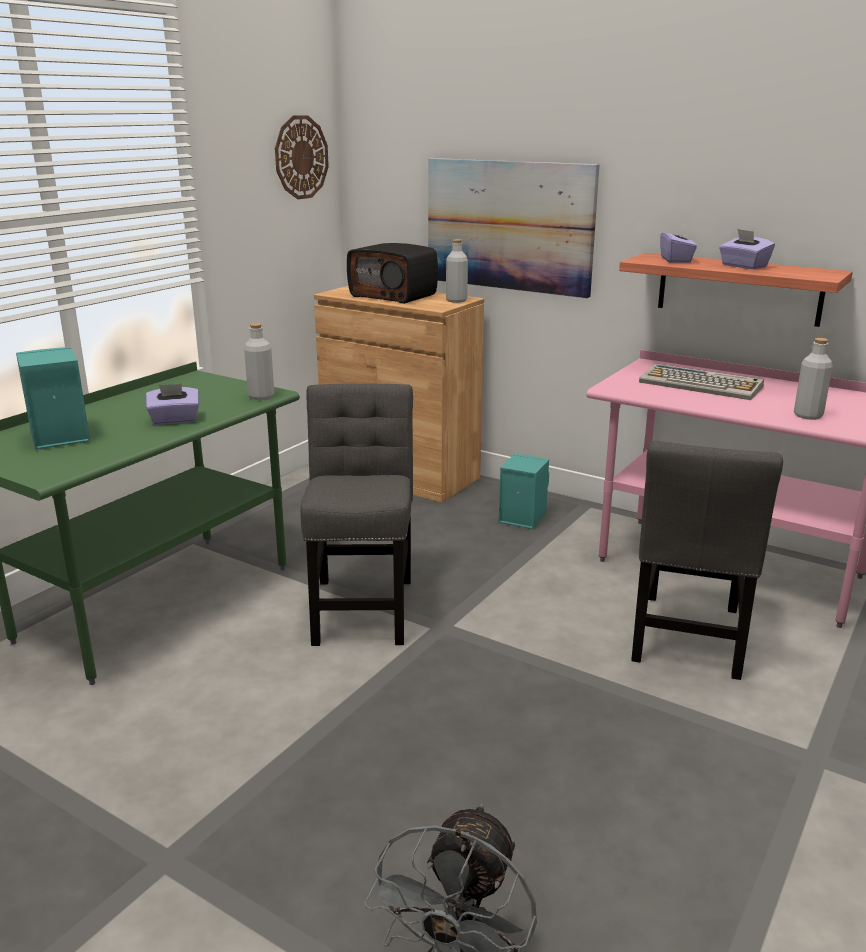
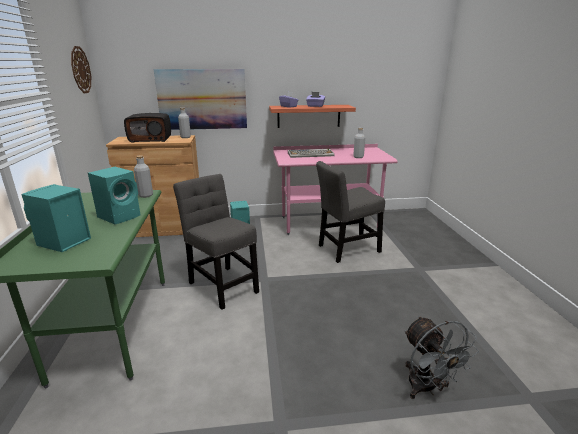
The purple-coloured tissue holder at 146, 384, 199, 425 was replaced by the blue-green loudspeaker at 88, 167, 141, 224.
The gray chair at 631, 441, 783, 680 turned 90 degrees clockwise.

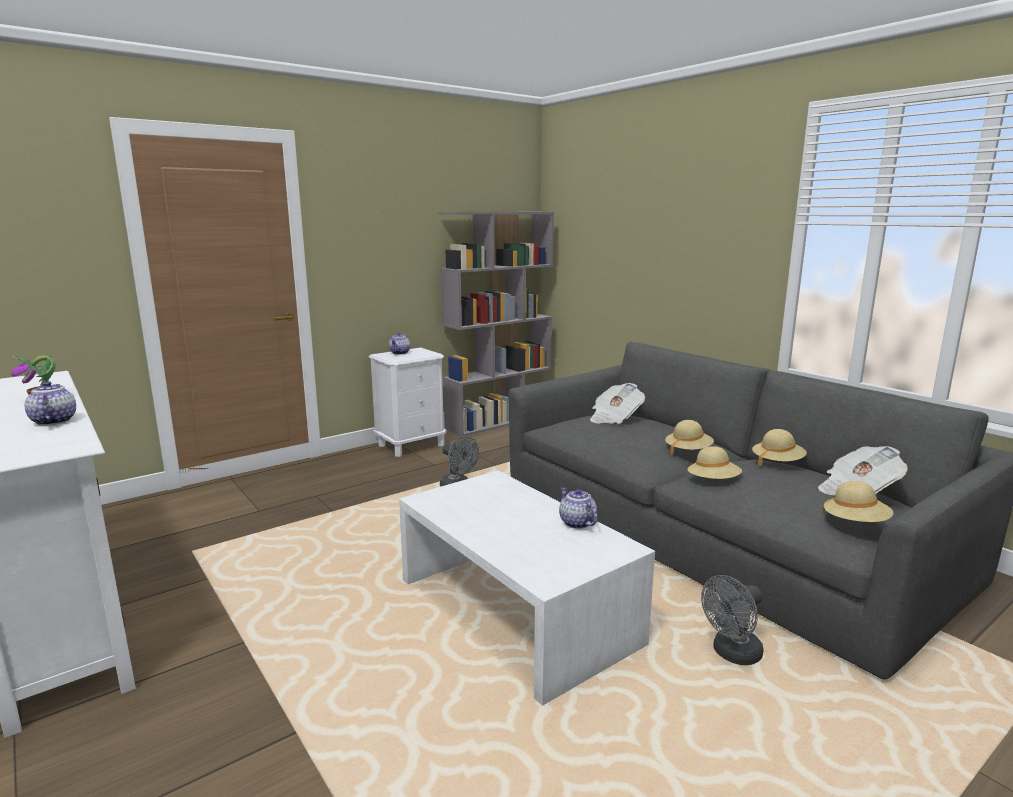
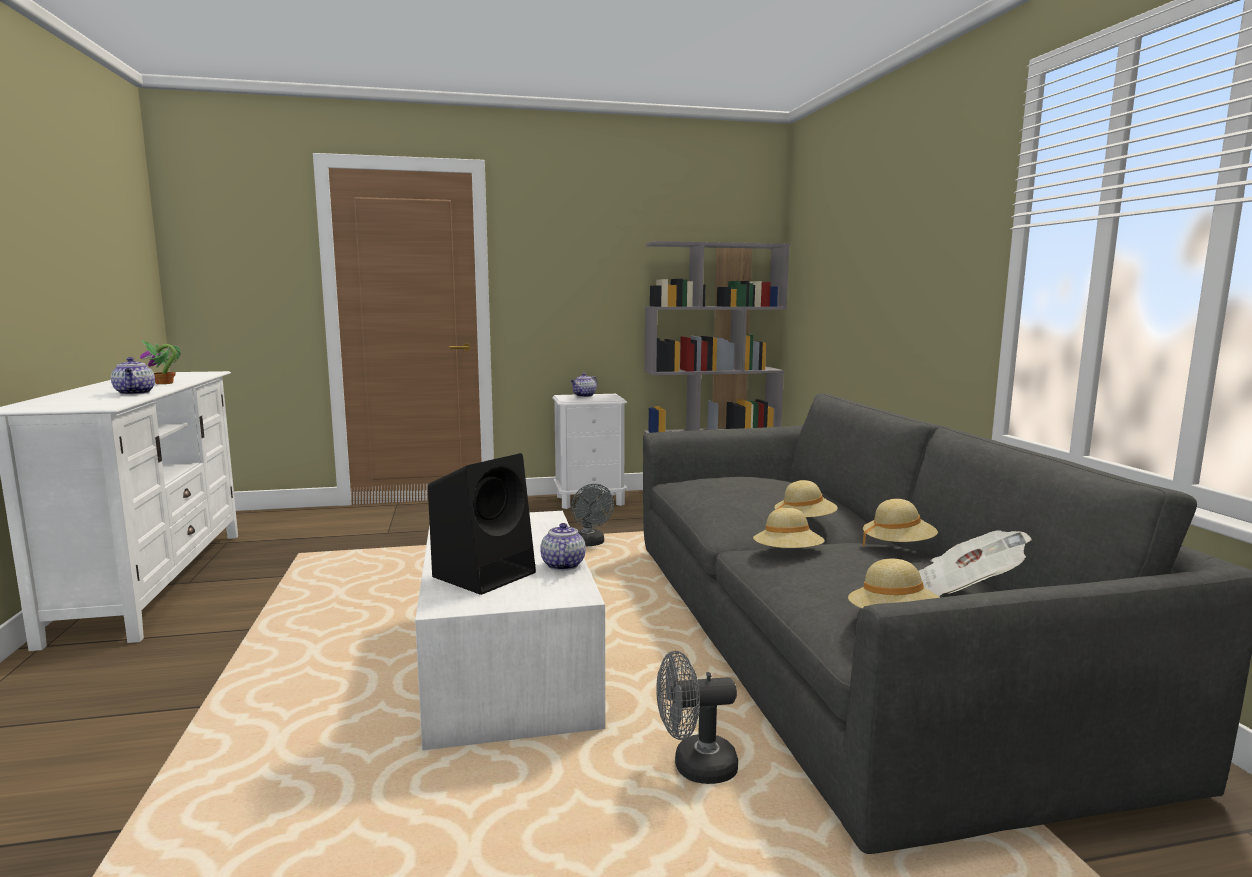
The teapot at 24, 381, 76, 426 turned 150 degrees clockwise.
The blackish loudspeaker at 428, 453, 536, 595 appeared.
The printed paper at 590, 383, 645, 424 disappeared.

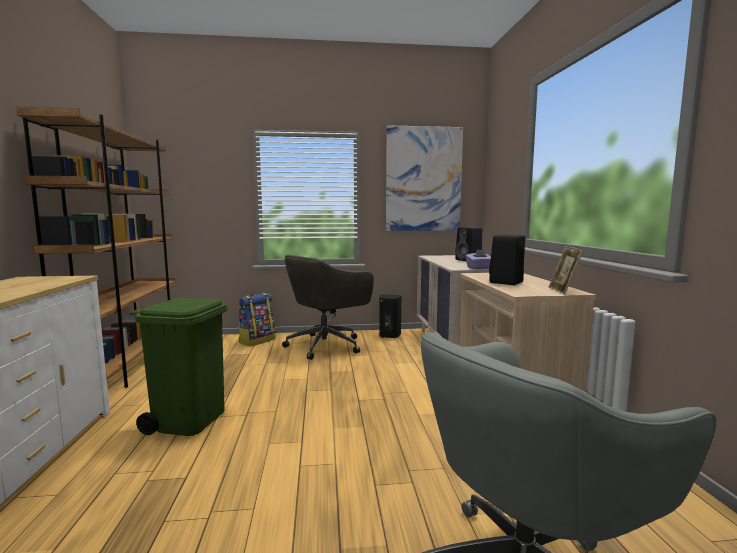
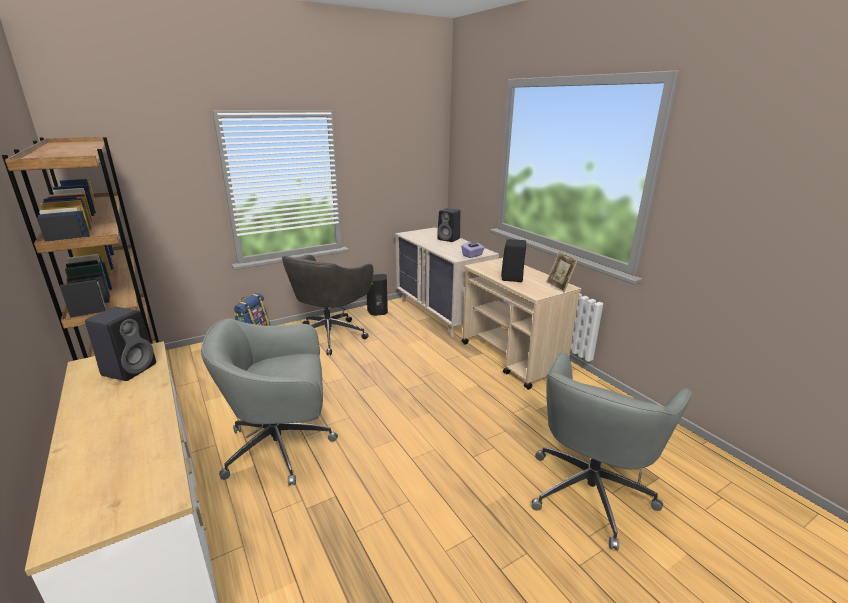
The blackish loudspeaker at 85, 307, 156, 381 appeared.
The green rubbish bin at 135, 298, 227, 436 was replaced by the gray desk chair at 201, 319, 338, 486.
The wall art at 386, 125, 463, 231 disappeared.

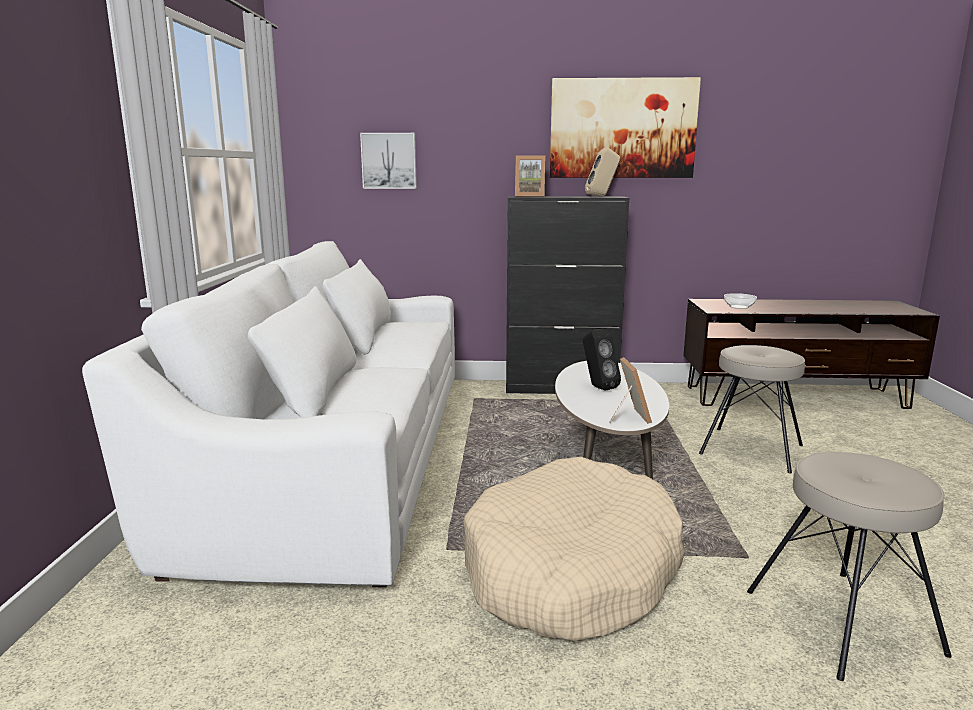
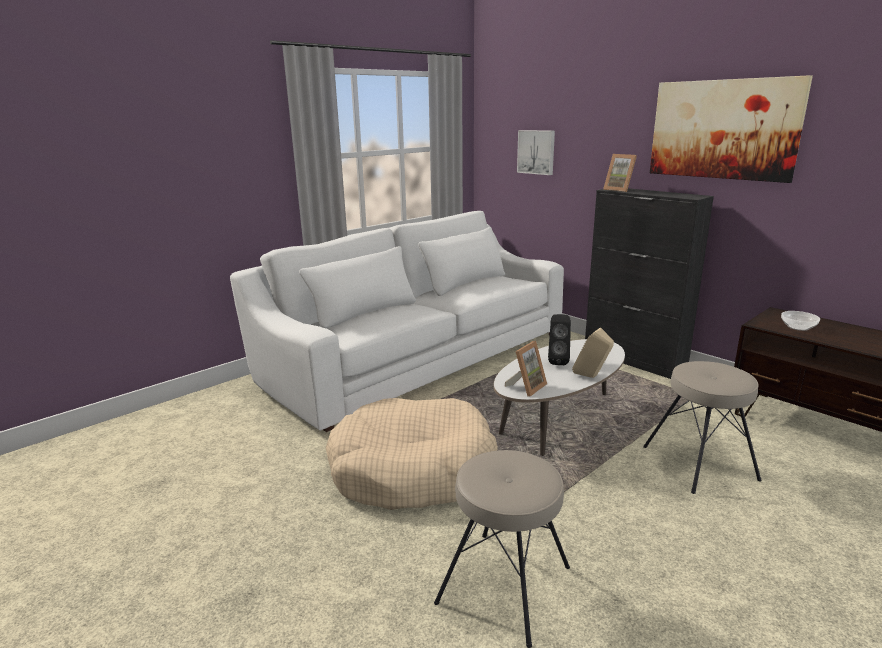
The beige loudspeaker moved from 585, 147, 620, 197 to 572, 328, 614, 378.

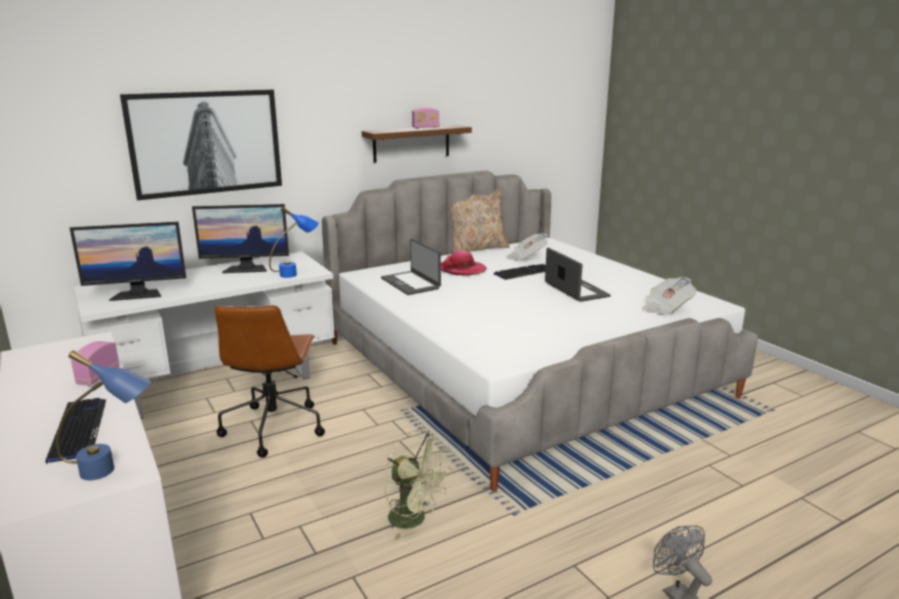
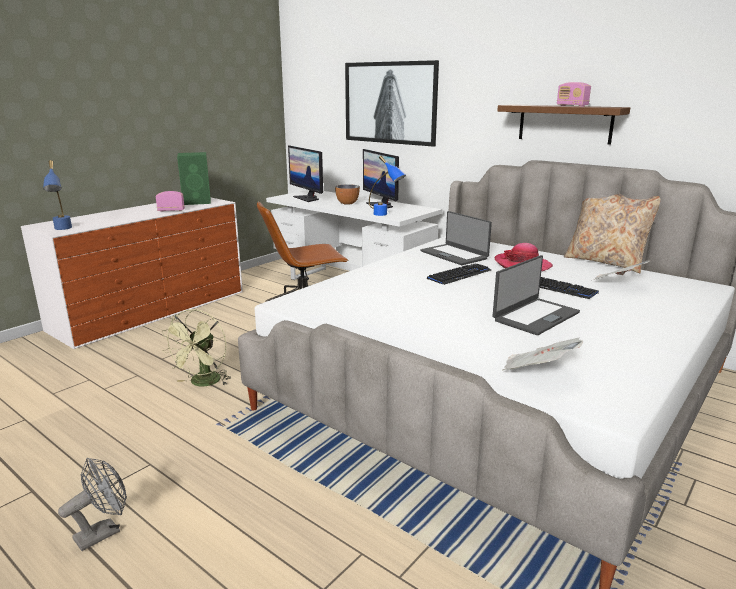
The green loudspeaker at 177, 152, 211, 205 appeared.
The serving bowl at 335, 184, 360, 205 appeared.
The laptop at 381, 239, 441, 295 turned 75 degrees counterclockwise.
The PC keyboard moved from 45, 398, 106, 464 to 427, 263, 491, 285.

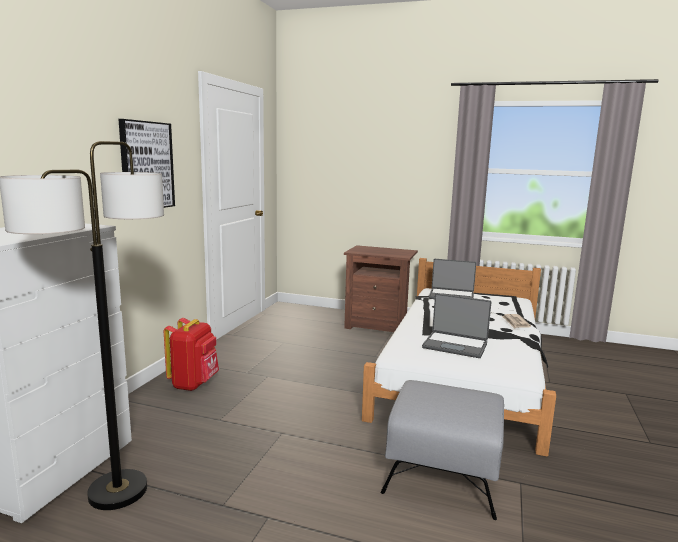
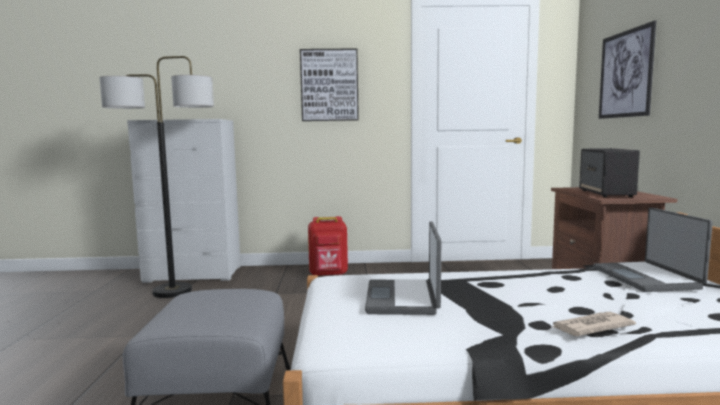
The loudspeaker at 579, 148, 640, 197 appeared.
The wall art at 599, 21, 656, 119 appeared.

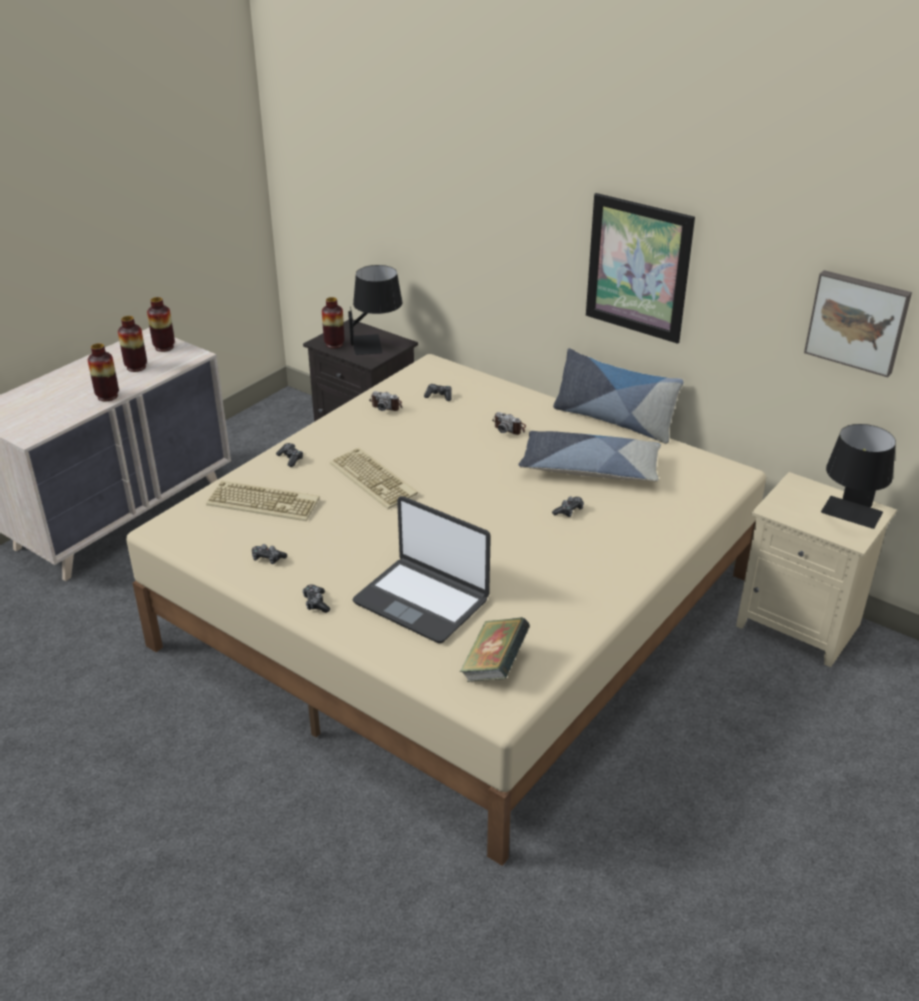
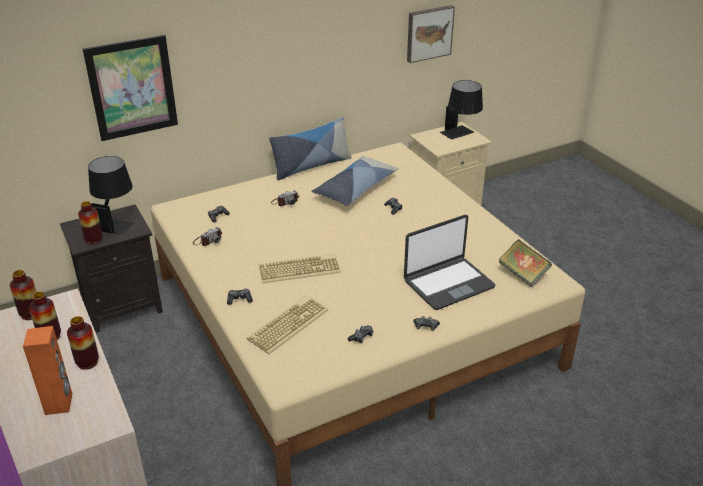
The orangey loudspeaker at 23, 326, 72, 415 appeared.
The wall art moved from 586, 193, 695, 344 to 83, 35, 178, 141.

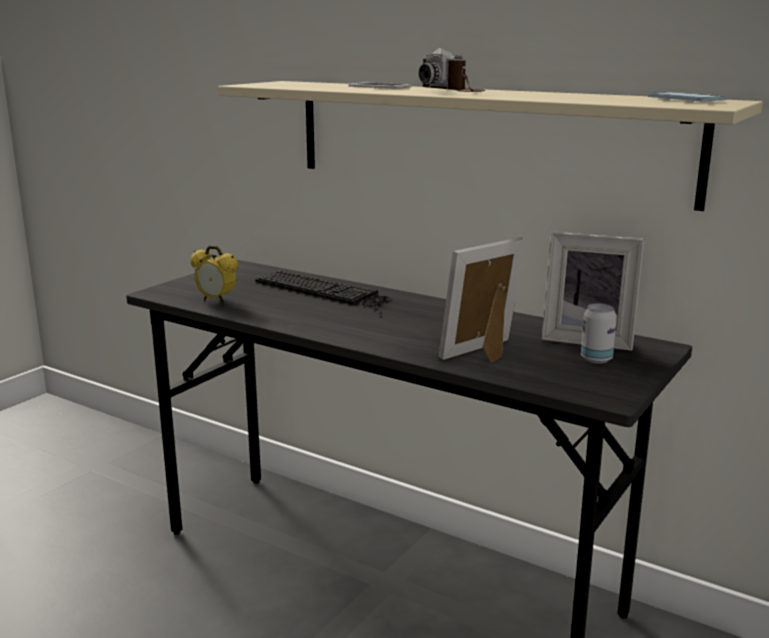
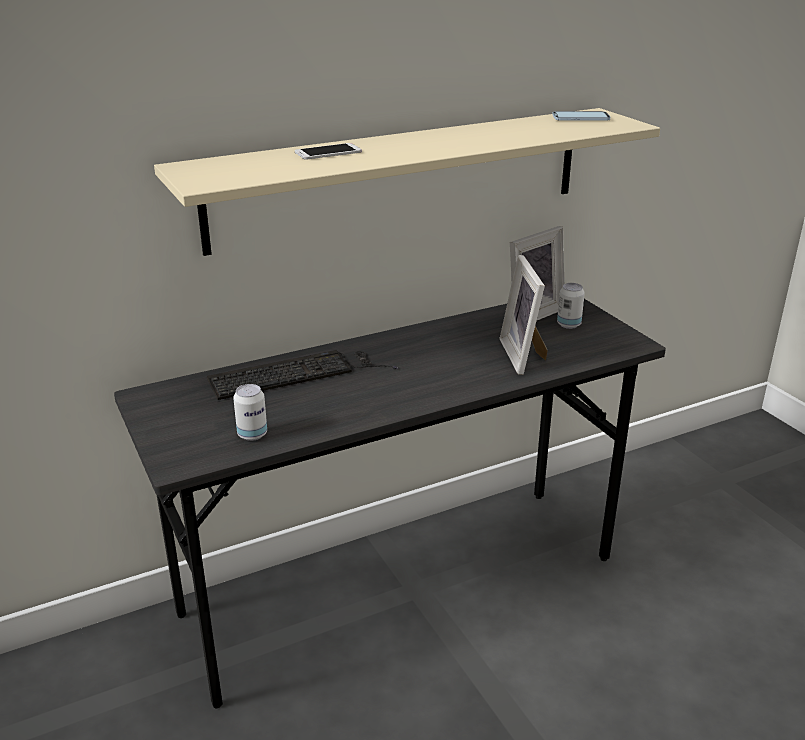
The bedside clock at 190, 246, 238, 303 was replaced by the sealed can at 233, 384, 267, 441.
The photo camera at 419, 48, 485, 92 disappeared.

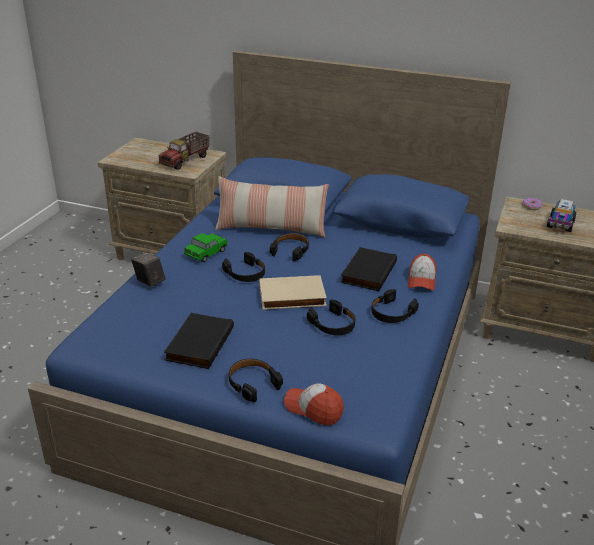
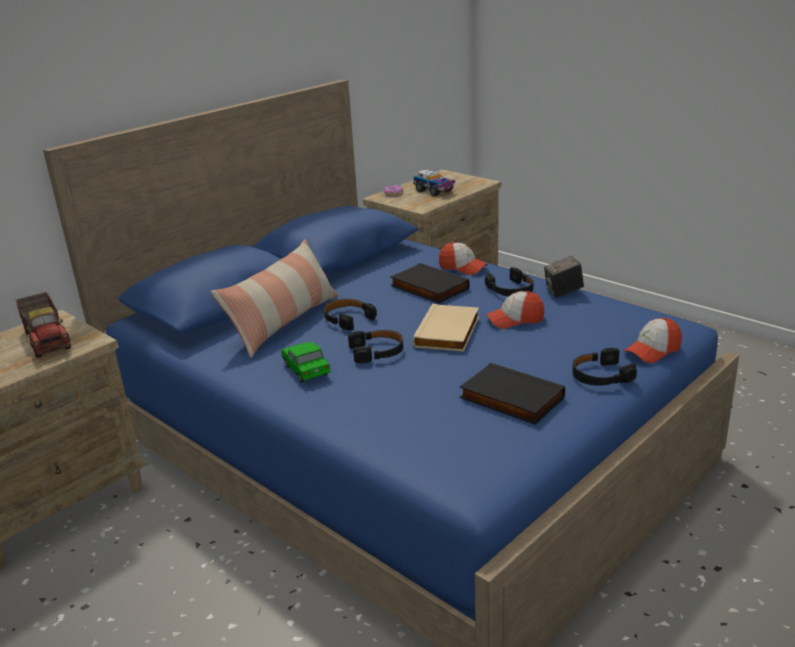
The blackish headphones at 307, 299, 355, 335 was replaced by the baseball cap at 486, 291, 544, 329.
The photo camera moved from 131, 252, 166, 287 to 544, 256, 584, 297.

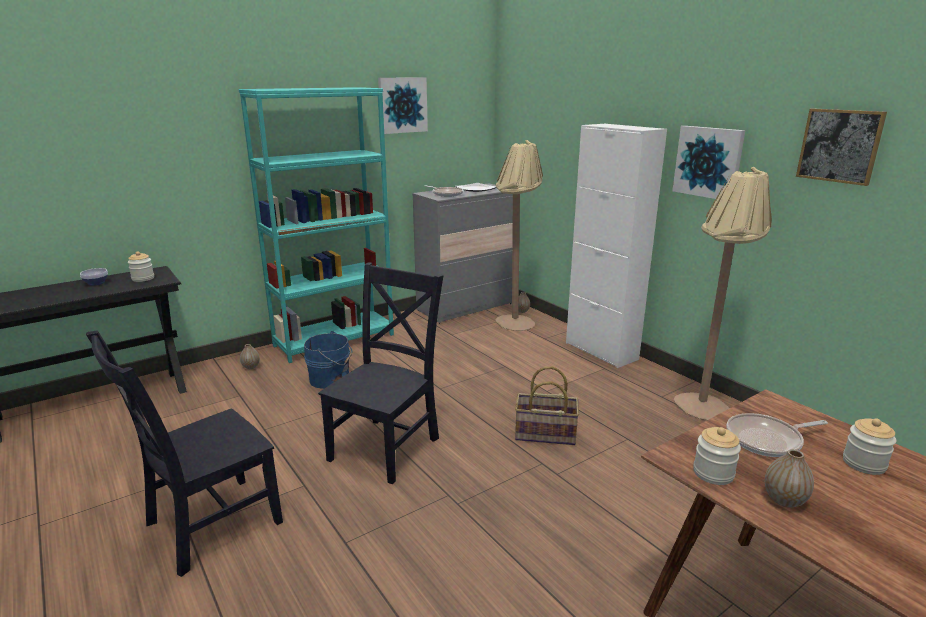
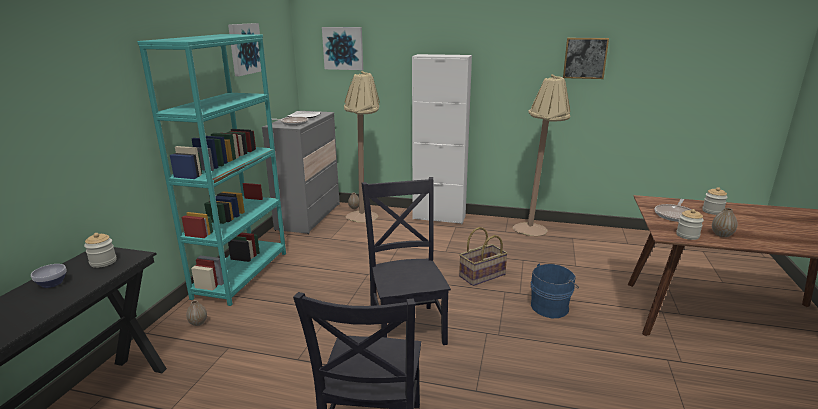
The wall art moved from 672, 126, 745, 199 to 322, 27, 363, 70.
The blue-coloured water bucket moved from 304, 331, 352, 389 to 530, 263, 579, 318.

